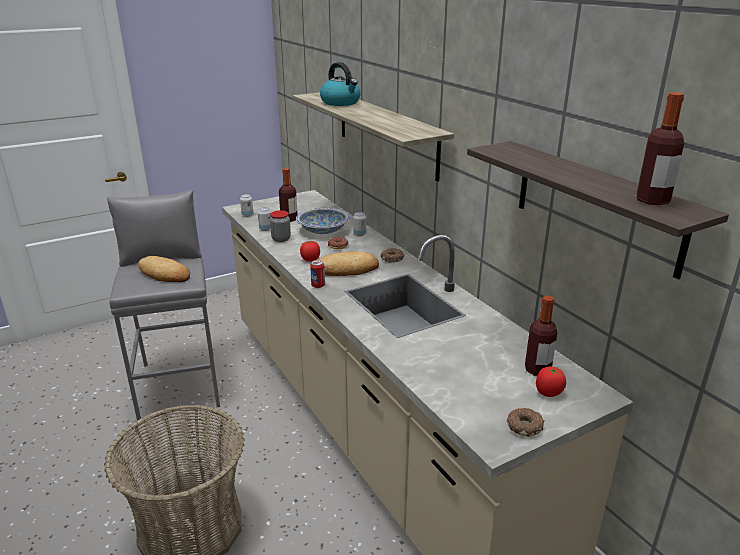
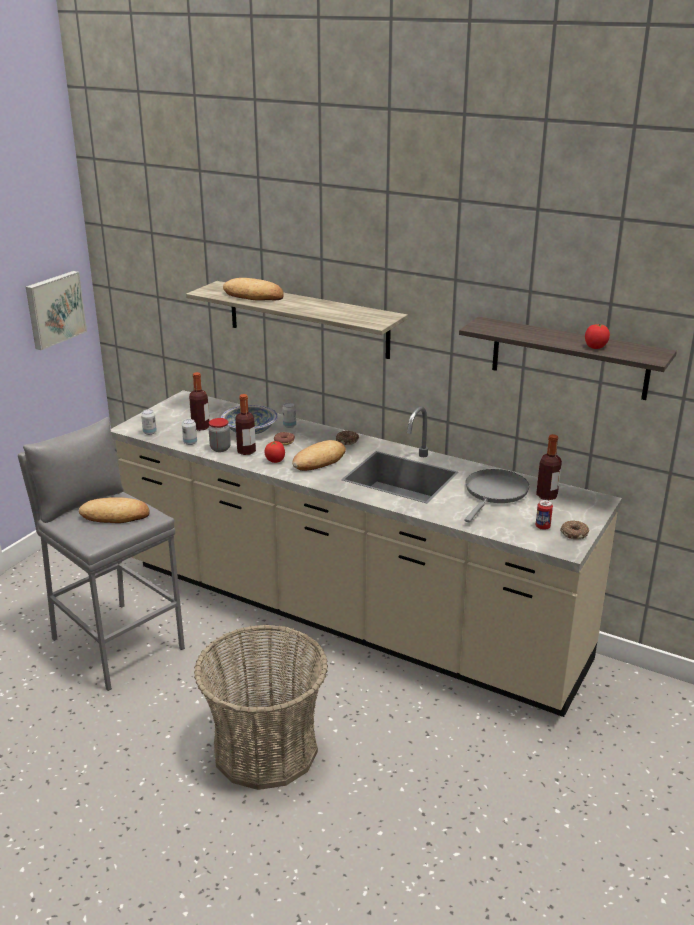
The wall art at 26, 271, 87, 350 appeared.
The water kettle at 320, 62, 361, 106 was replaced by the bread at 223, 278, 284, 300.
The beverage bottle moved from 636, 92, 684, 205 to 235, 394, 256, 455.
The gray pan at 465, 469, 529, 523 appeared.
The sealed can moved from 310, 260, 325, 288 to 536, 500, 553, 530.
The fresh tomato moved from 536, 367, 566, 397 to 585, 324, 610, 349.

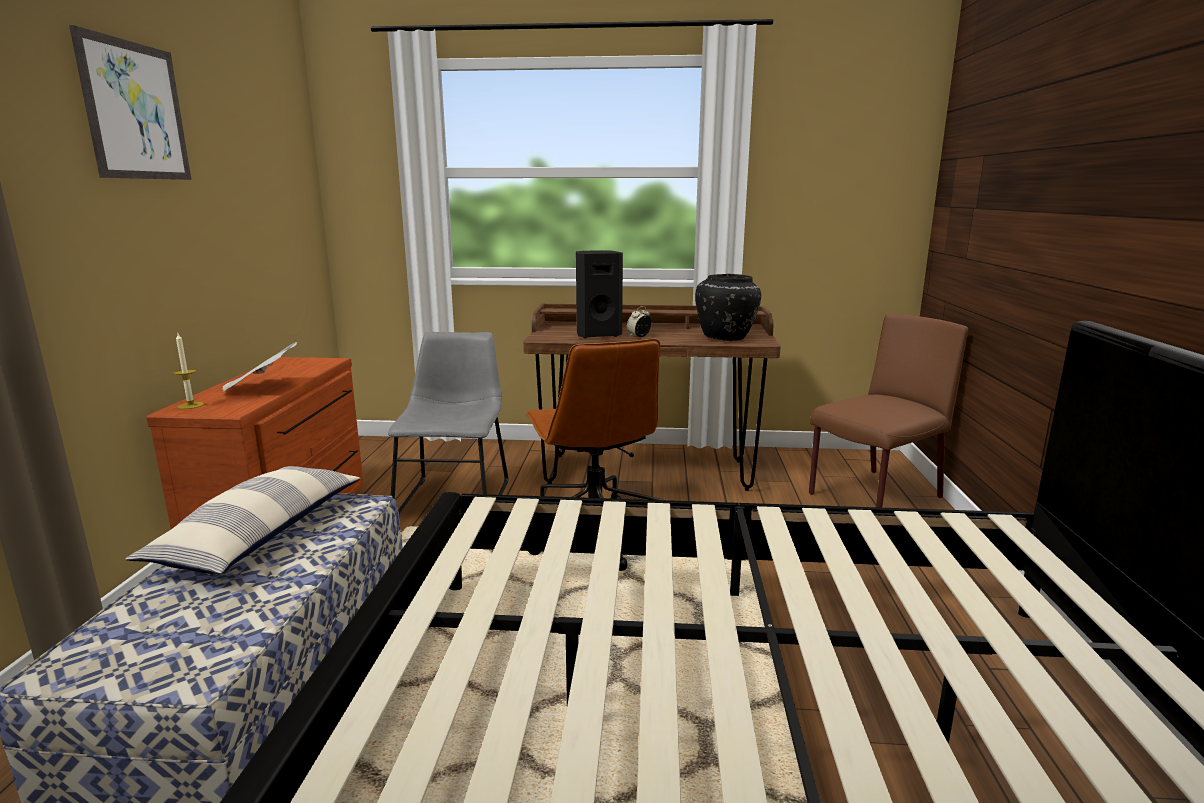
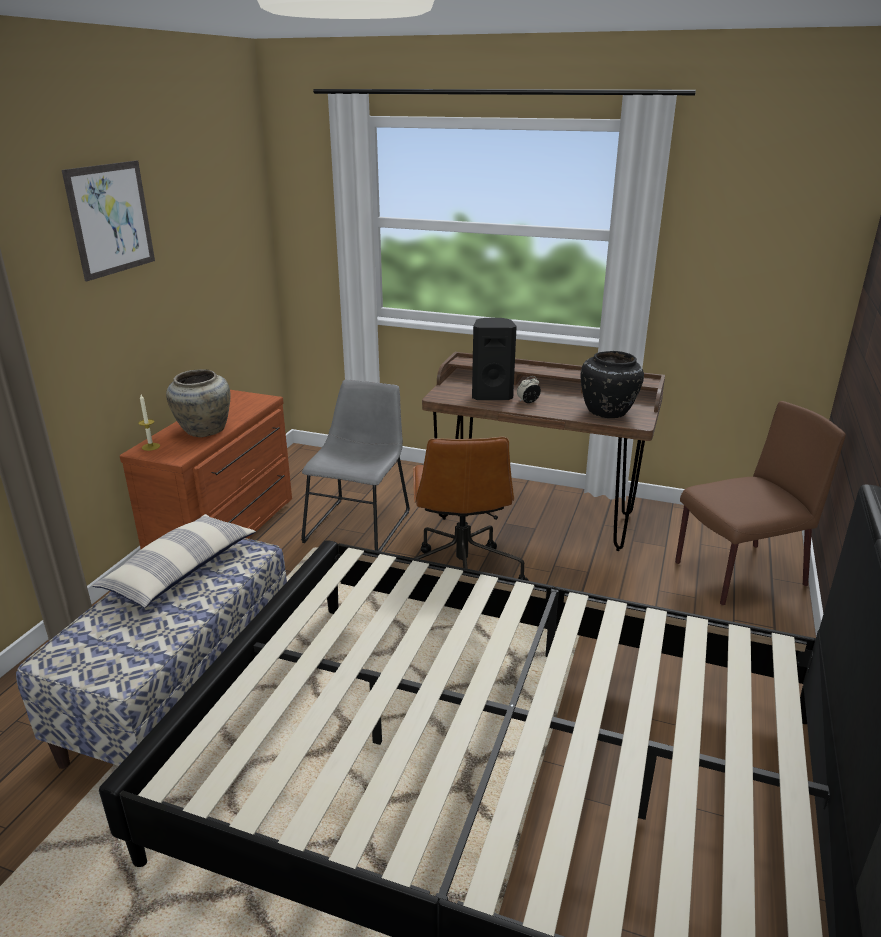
The printed paper at 221, 342, 297, 393 was replaced by the beige vase at 166, 369, 231, 437.

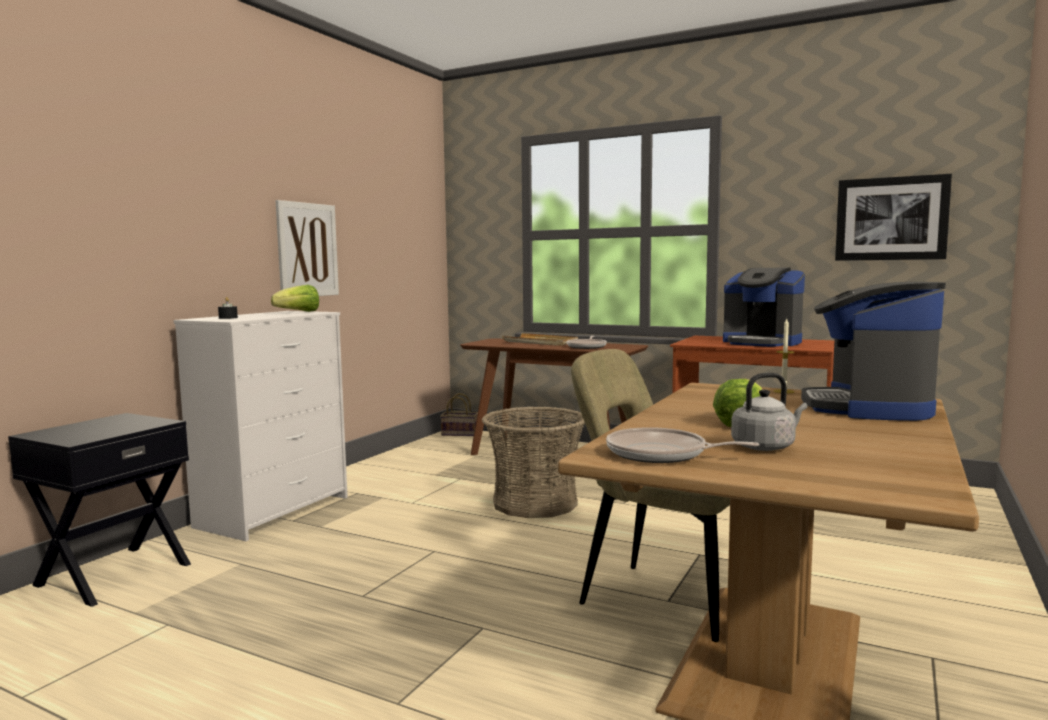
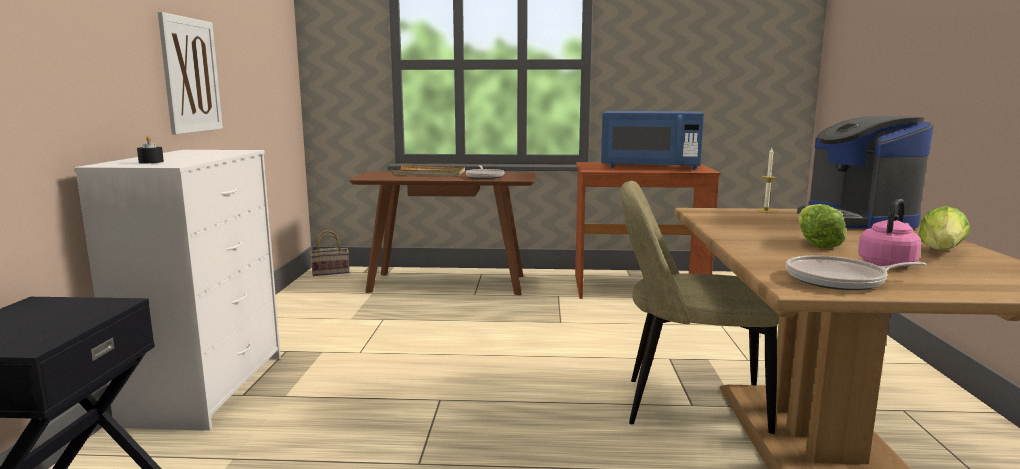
The coffee brewer at 723, 268, 805, 347 was replaced by the blue-coloured microwave oven at 601, 111, 704, 170.
The gray water kettle at 731, 373, 807, 451 became the pink-coloured water kettle at 858, 199, 921, 268.
The lettuce head moved from 271, 285, 319, 312 to 918, 206, 970, 250.
The household basket at 482, 407, 585, 518 disappeared.
The wall art at 835, 174, 952, 261 disappeared.

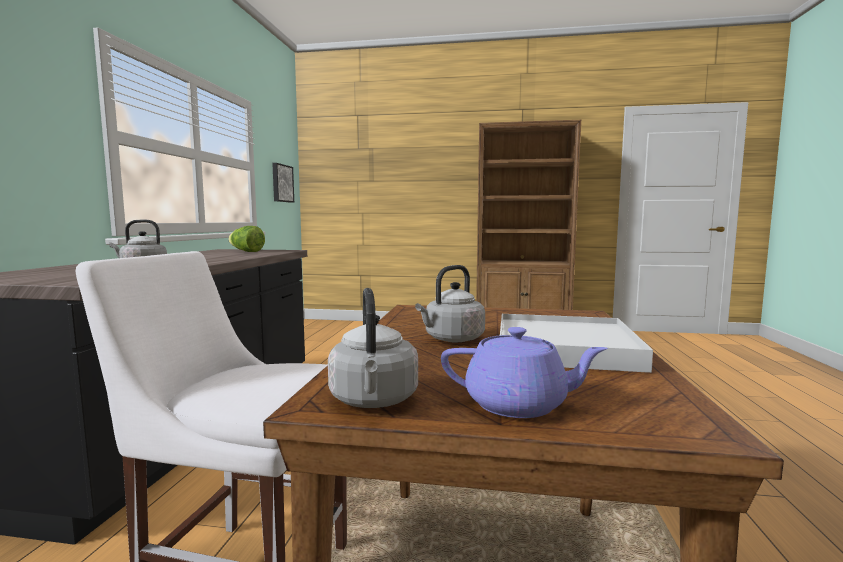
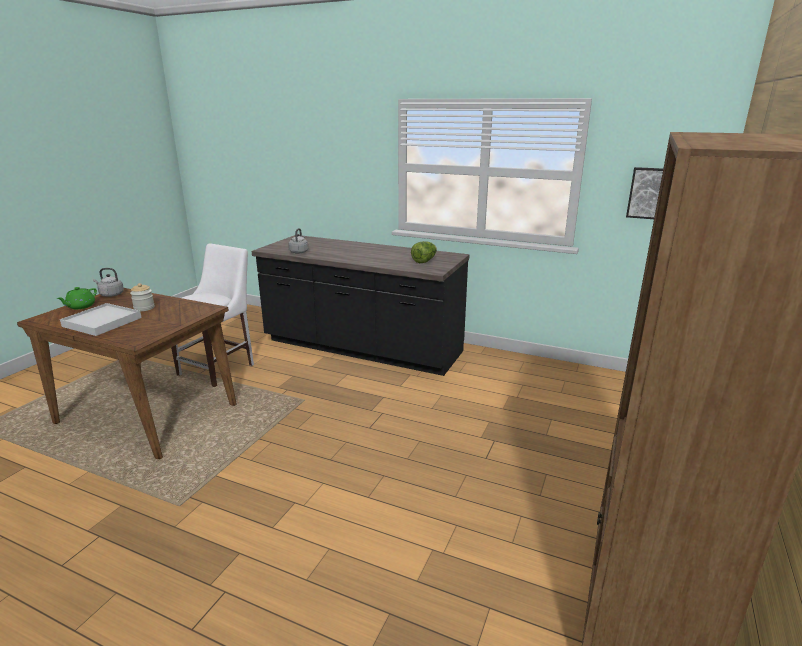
The purple-coloured teapot at 441, 327, 608, 418 became the green teapot at 57, 287, 97, 309.
The gray water kettle at 415, 265, 485, 342 was replaced by the jar at 130, 283, 155, 311.

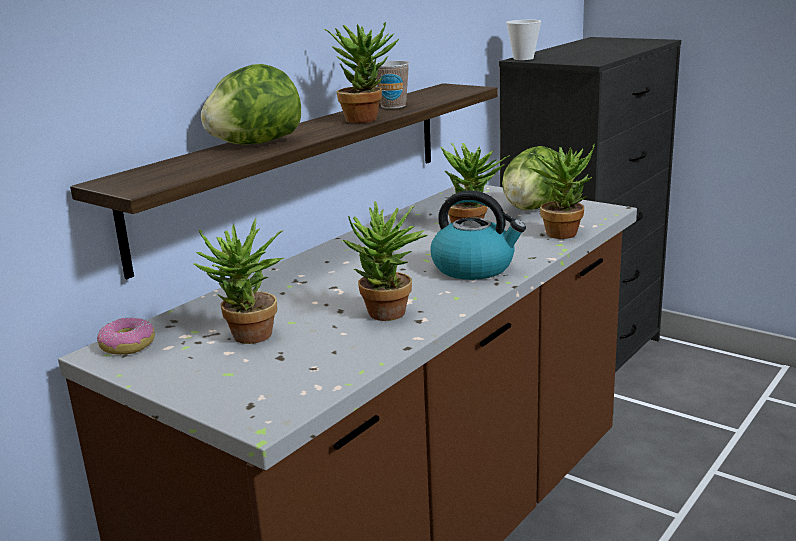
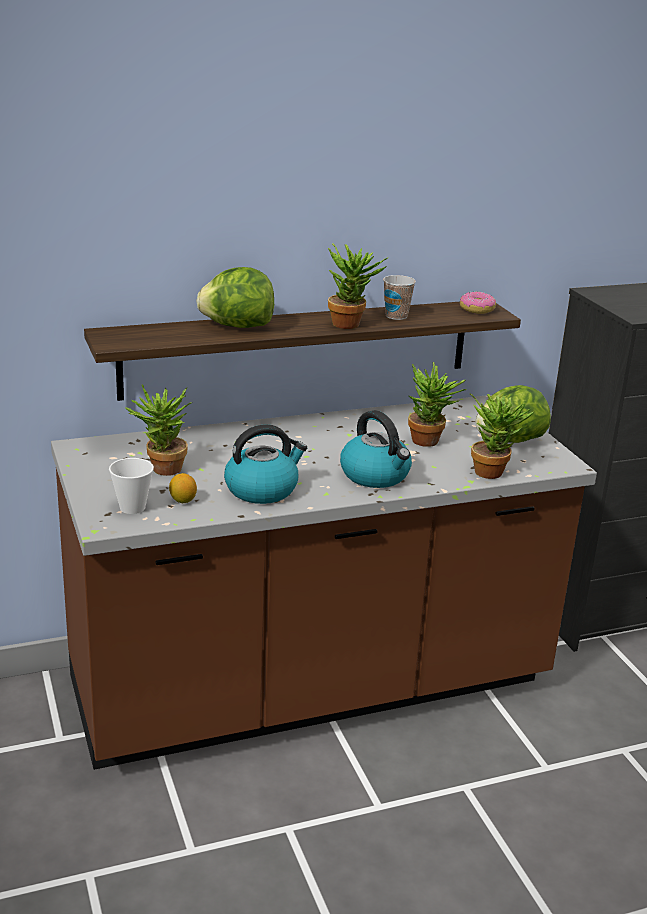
The cup moved from 506, 20, 541, 60 to 109, 458, 154, 514.
The lemon at 169, 473, 197, 503 appeared.
The potted plant at 343, 201, 428, 321 was replaced by the water kettle at 224, 424, 307, 504.
The donut moved from 97, 318, 155, 355 to 460, 292, 496, 314.

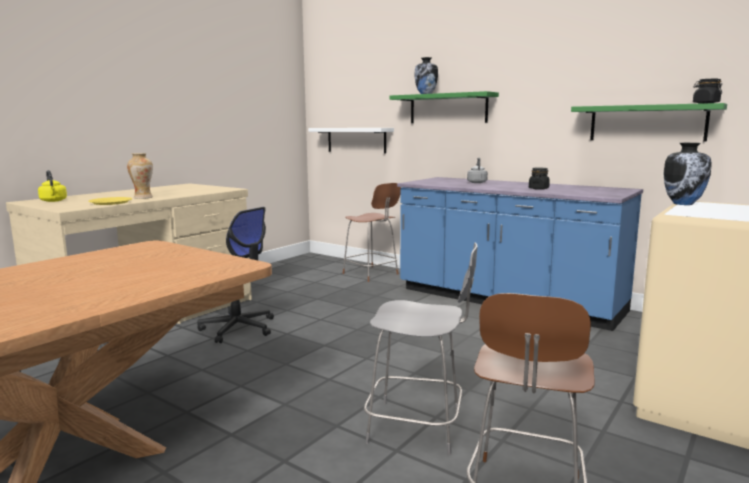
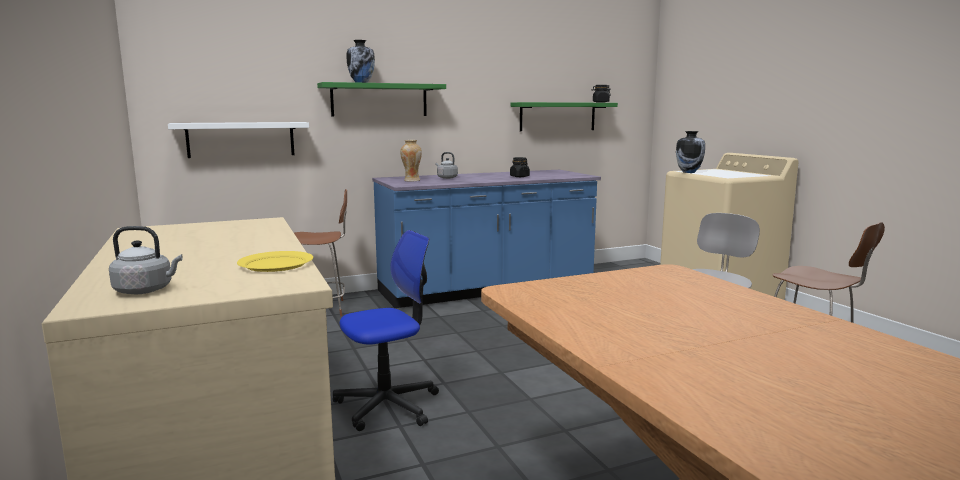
The yellow-coloured water kettle at 38, 170, 67, 202 became the gray water kettle at 109, 226, 182, 294.
The vase moved from 127, 153, 153, 199 to 400, 140, 422, 182.

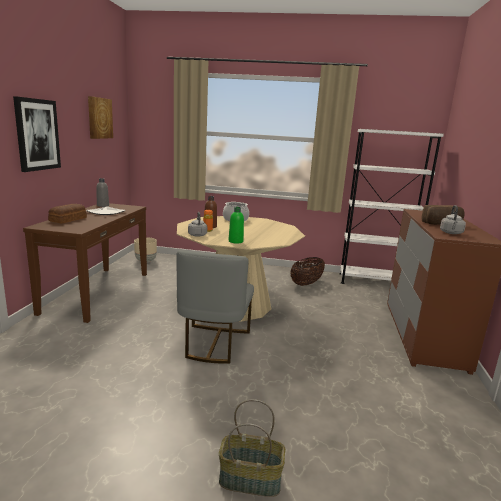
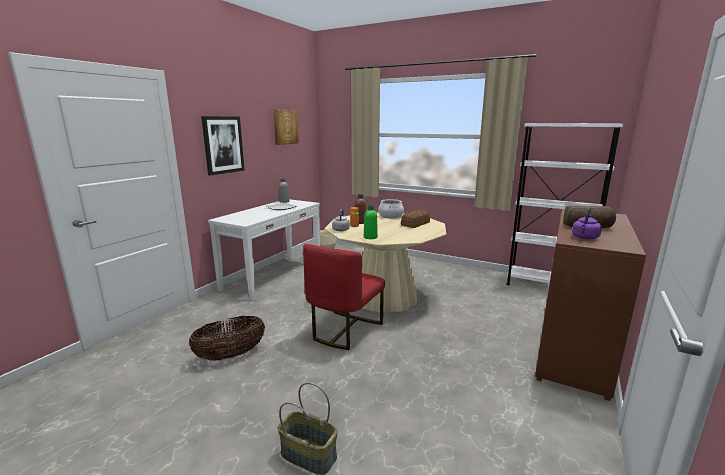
The household basket moved from 290, 257, 325, 286 to 189, 316, 265, 361.
The brownish hall table at 23, 203, 147, 323 became the white-coloured hall table at 208, 199, 320, 301.
The gray chair at 177, 250, 254, 364 became the red-coloured chair at 303, 244, 385, 350.
The bread moved from 48, 204, 87, 223 to 401, 210, 430, 228.
The gray water kettle at 440, 205, 466, 234 became the purple-coloured water kettle at 572, 207, 602, 239.

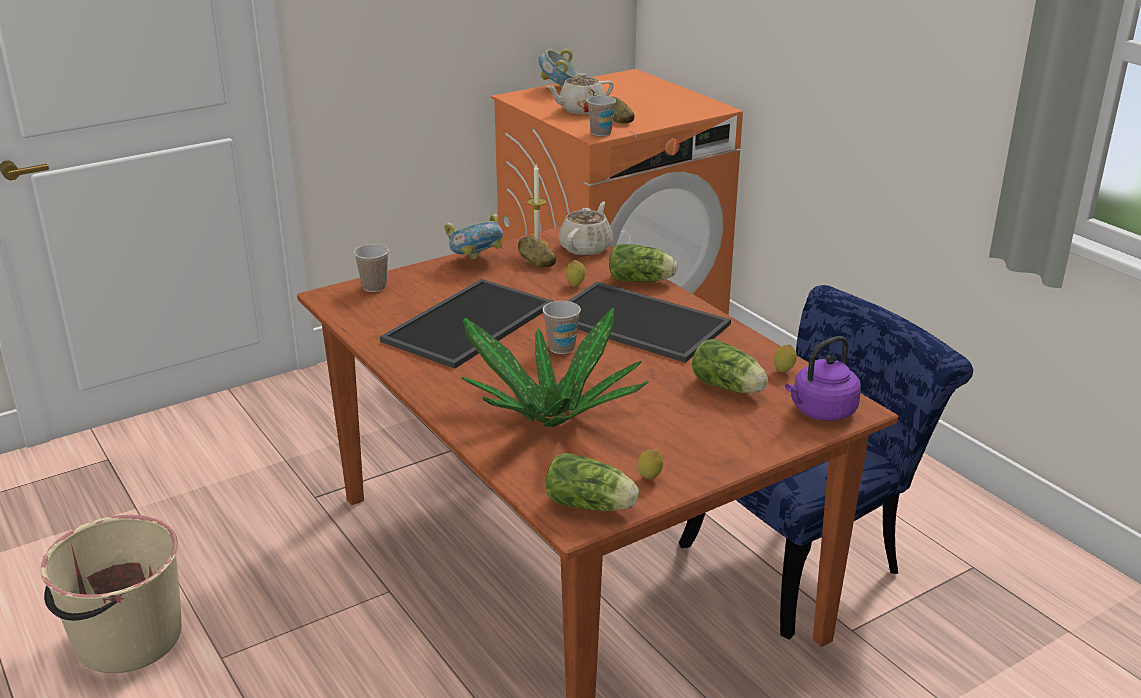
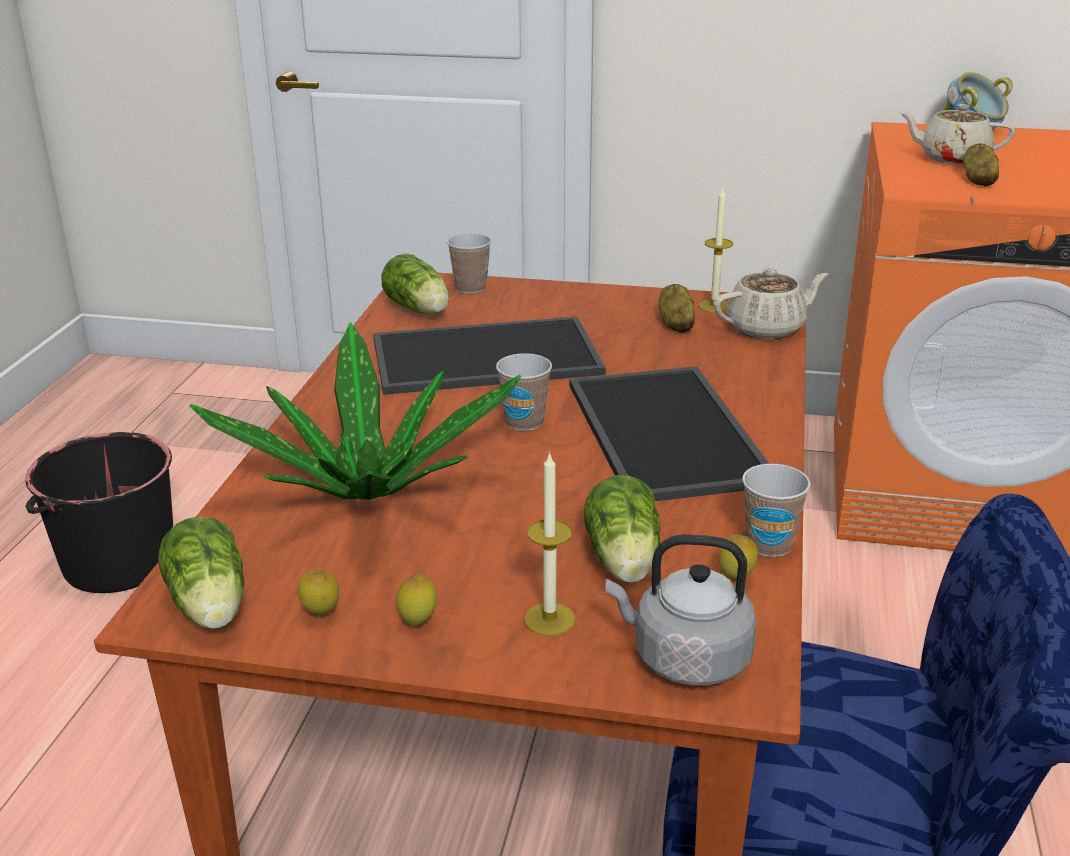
The beige water bucket at 41, 515, 182, 673 became the blackish water bucket at 25, 432, 173, 593.
The lettuce head moved from 609, 244, 677, 282 to 381, 253, 449, 314.
The lemon moved from 566, 260, 586, 287 to 396, 573, 437, 626.
The wax candle at 524, 451, 576, 636 appeared.
The purple-coloured water kettle at 785, 336, 861, 421 became the gray water kettle at 606, 535, 757, 685.
The cup moved from 587, 96, 616, 136 to 742, 464, 811, 557.
The serving bowl at 444, 213, 503, 260 disappeared.

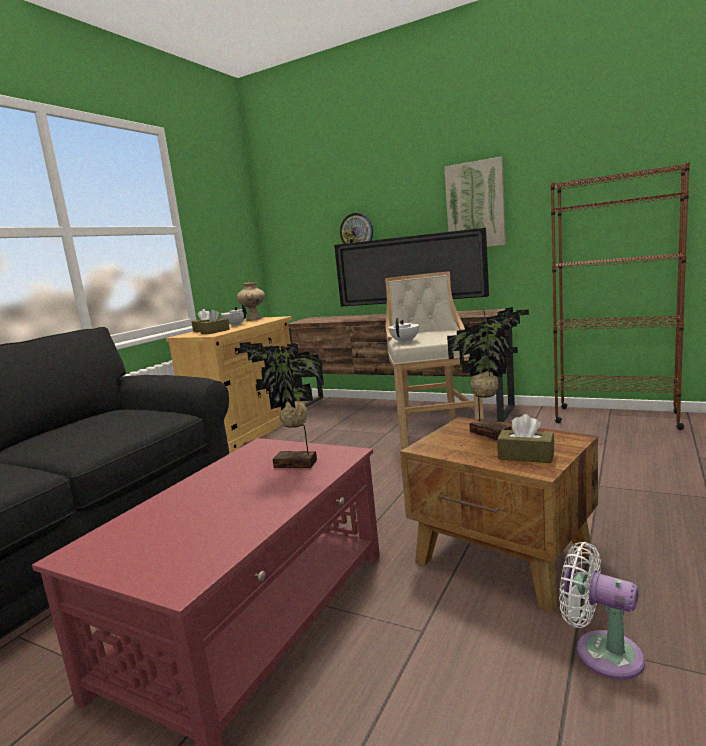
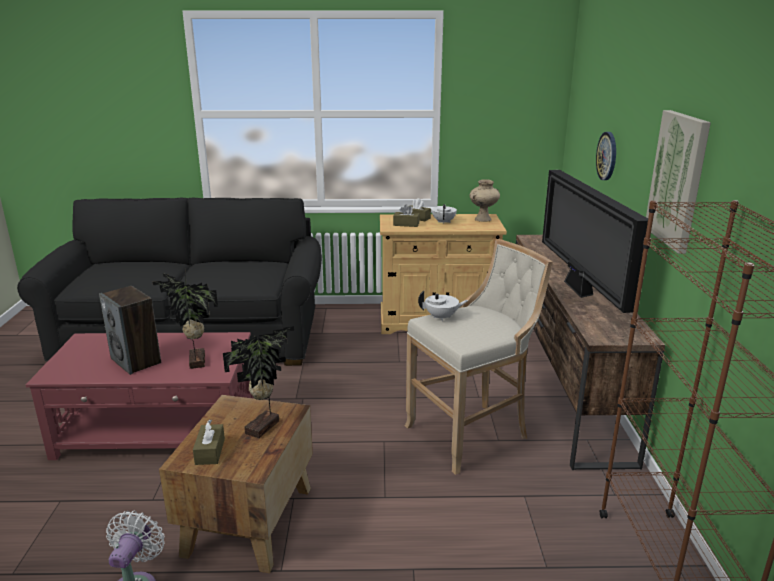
The loudspeaker at 99, 286, 161, 375 appeared.

